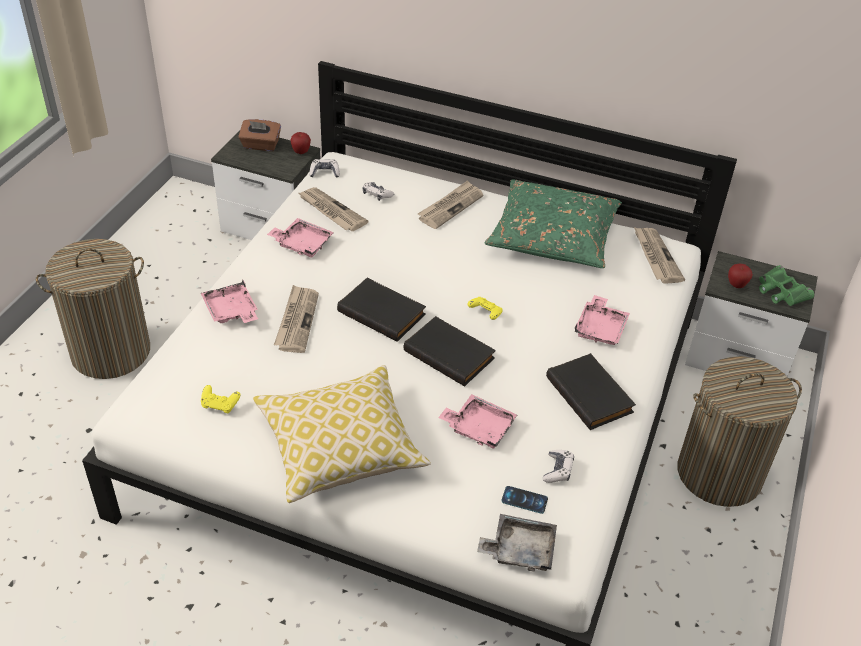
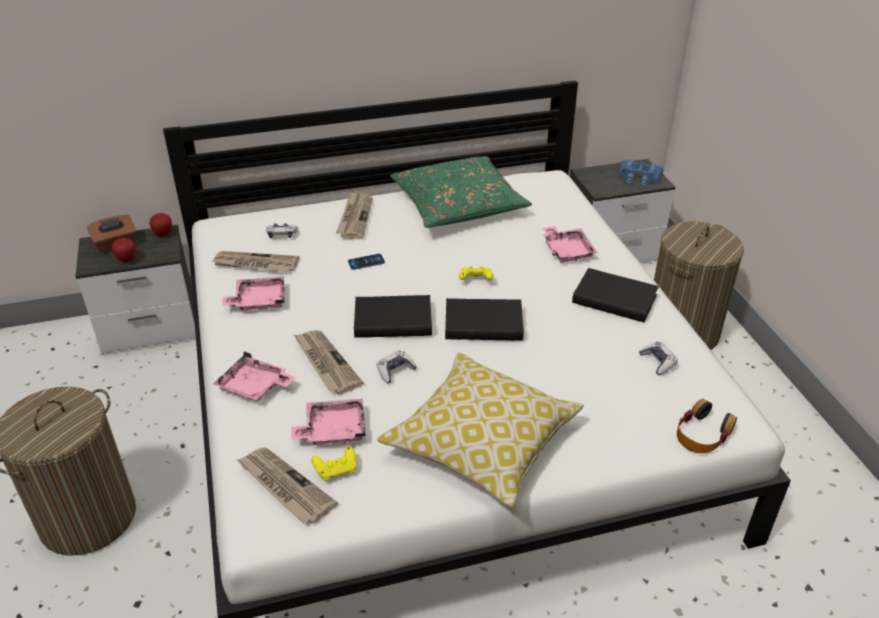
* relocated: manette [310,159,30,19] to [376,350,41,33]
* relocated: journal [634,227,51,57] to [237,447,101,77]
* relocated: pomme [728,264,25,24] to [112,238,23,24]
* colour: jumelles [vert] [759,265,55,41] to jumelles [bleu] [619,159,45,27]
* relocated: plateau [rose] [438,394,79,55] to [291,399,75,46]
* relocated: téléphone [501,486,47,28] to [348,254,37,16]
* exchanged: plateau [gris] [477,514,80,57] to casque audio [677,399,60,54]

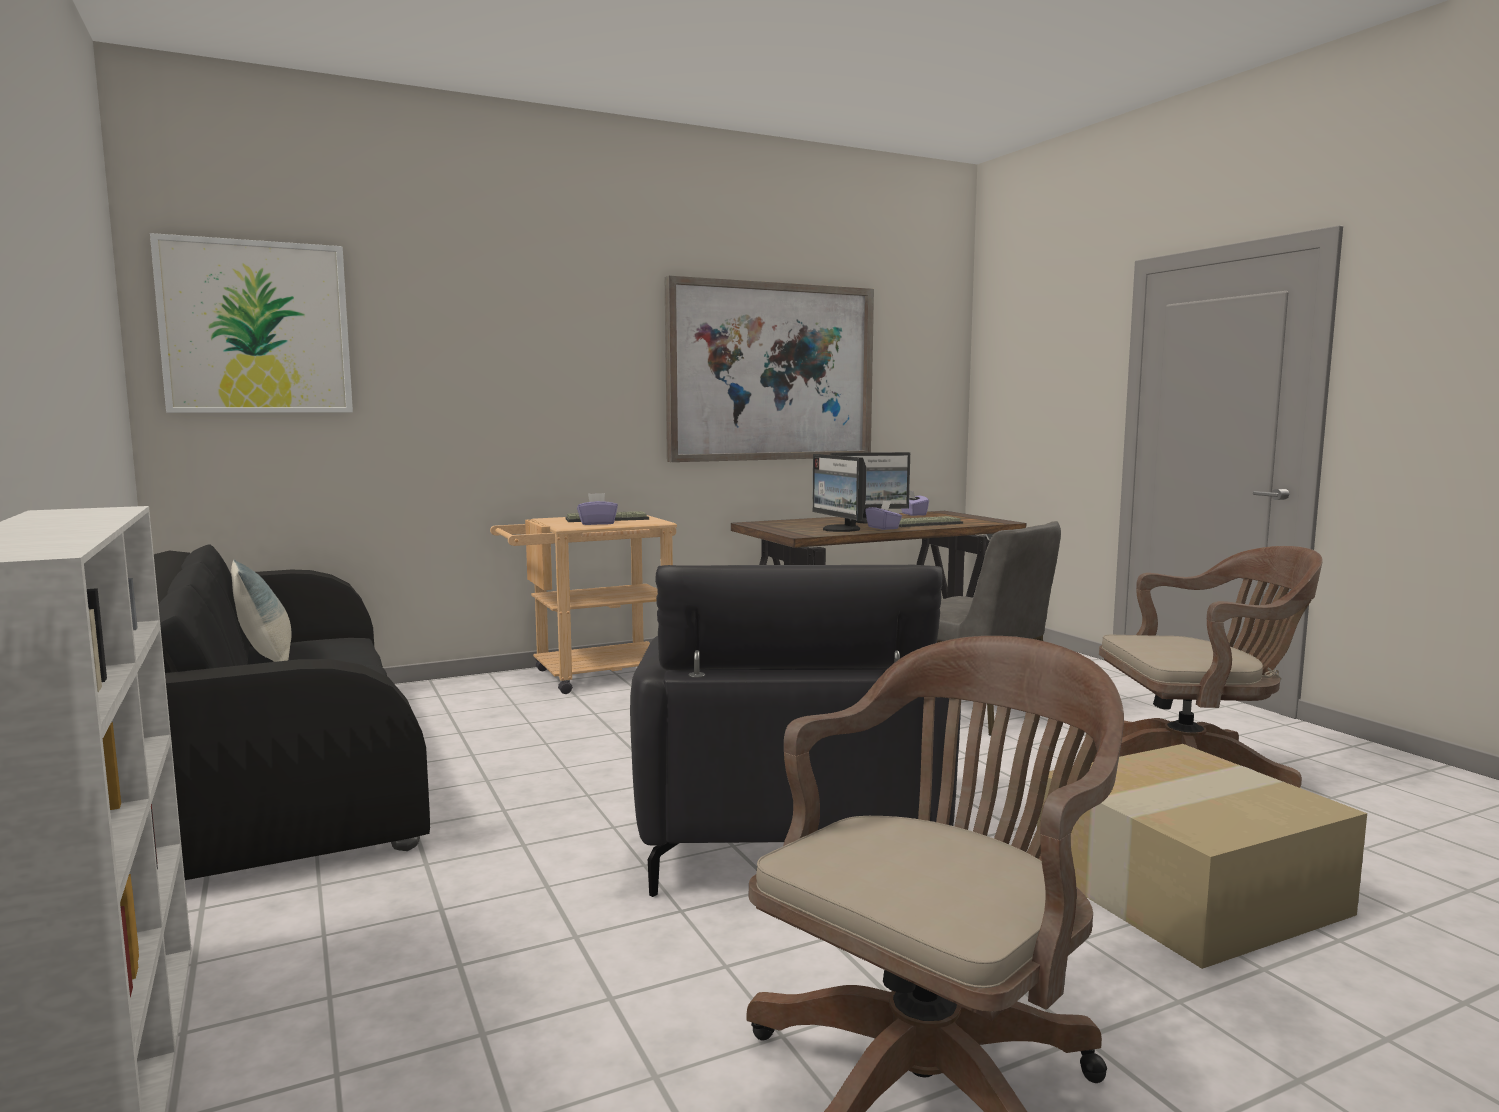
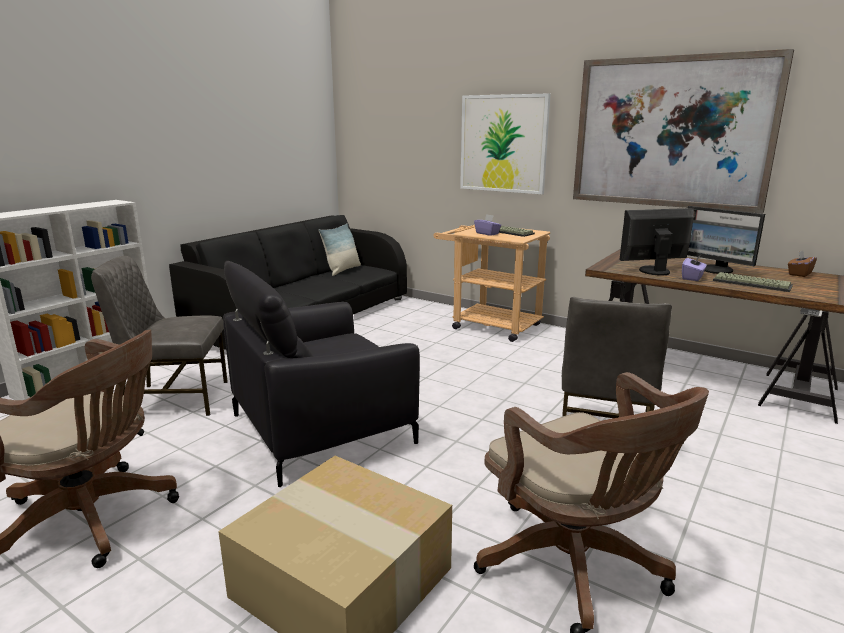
* relocated: tableau [150,233,203,180] to [460,93,91,101]
* spun: écran d'ordinateur [812,454,55,78] = [620,208,74,68] 45 degrees clockwise
* colour: boîte à mouchoirs [violet] [901,490,28,26] to boîte à mouchoirs [marron] [788,250,29,27]
* appeared: chaise [gris] [91,256,137,160]

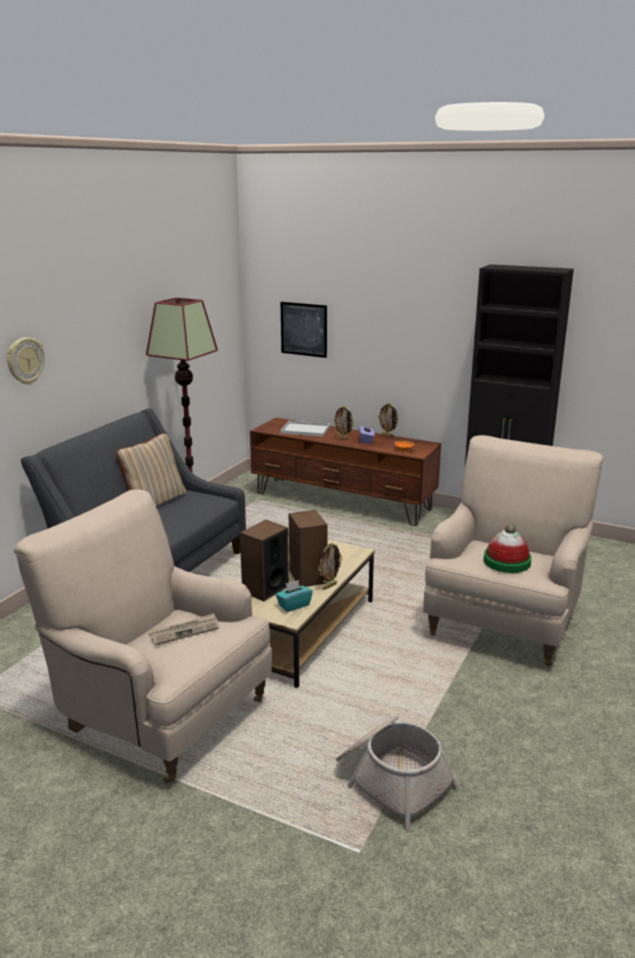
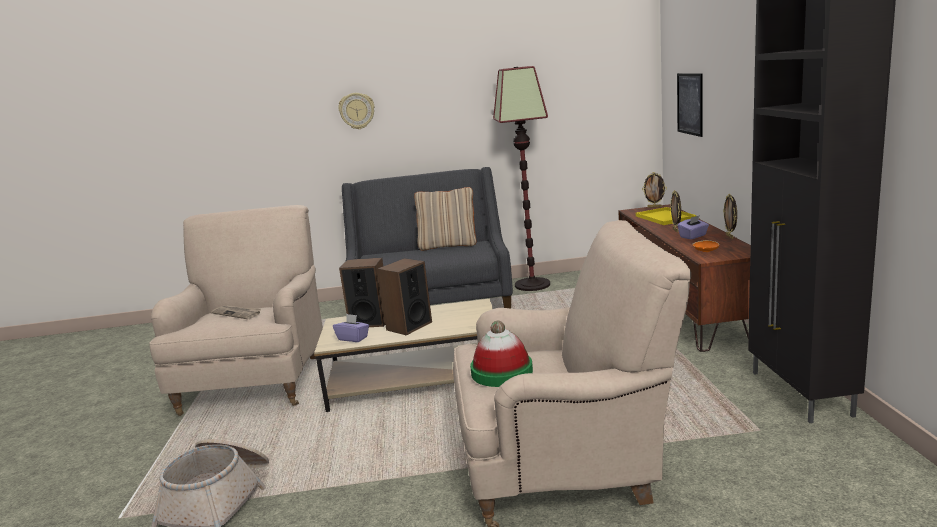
* colour: plateau [blanc] [280,421,50,16] to plateau [jaune] [636,207,60,18]
* relocated: cadre photo [318,543,24,47] to [642,172,24,36]
* colour: boîte à mouchoirs [turquoise] [276,580,37,32] to boîte à mouchoirs [violet] [333,314,36,28]

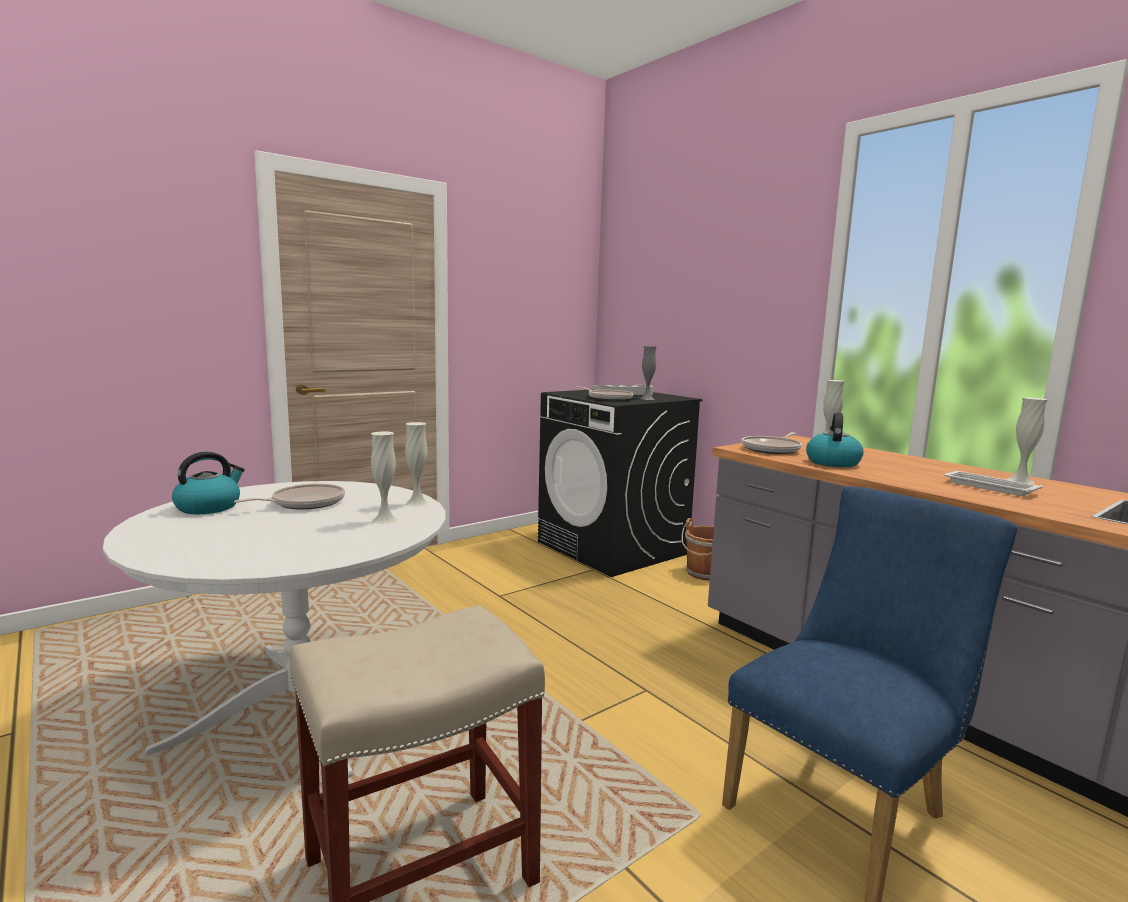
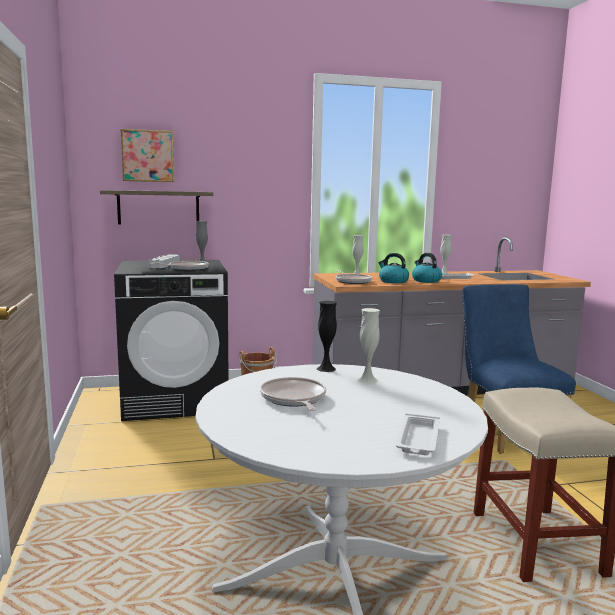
* colour: vase [blanc] [405,422,24,85] to vase [noir] [317,301,20,71]
* relocated: bouilloire [172,452,73,62] to [412,253,30,30]
* appeared: tableau [121,129,53,53]
* appeared: étagère [100,190,113,35]
* appeared: plateau [blanc] [396,413,44,42]

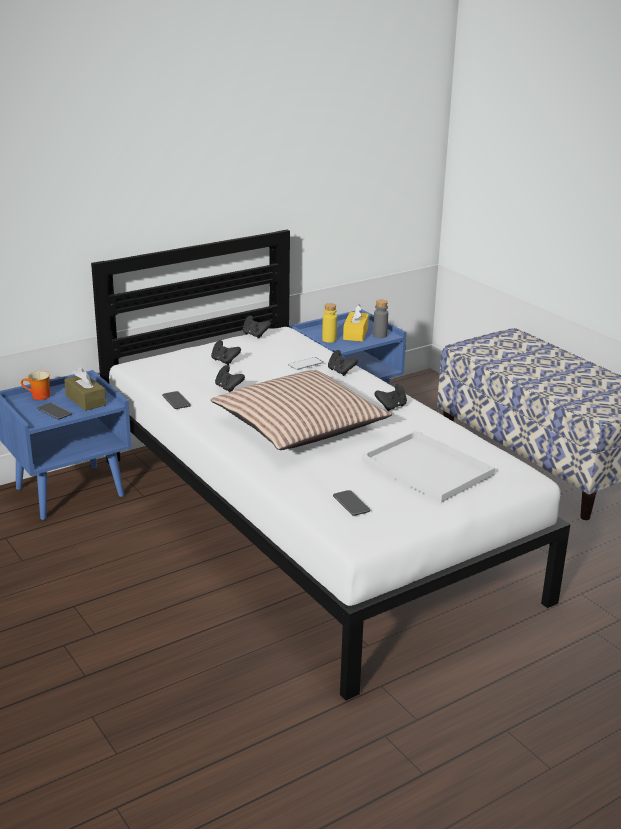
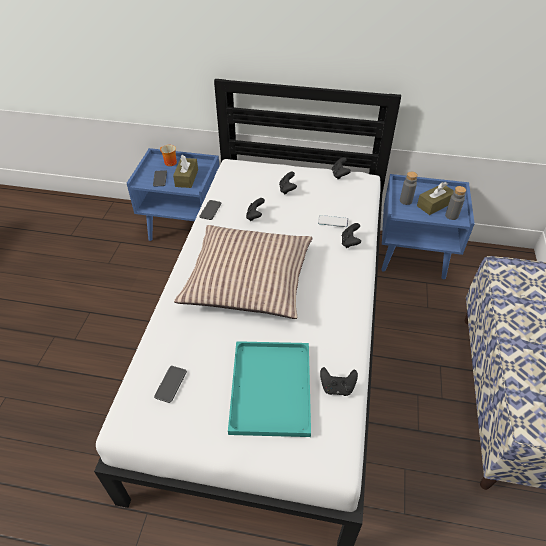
* colour: bouteille [jaune] [322,303,15,40] to bouteille [gris] [400,172,18,33]
* colour: boîte à mouchoirs [jaune] [343,304,26,38] to boîte à mouchoirs [marron] [417,182,37,33]
* relocated: manette [noir] [374,384,33,27] to [320,367,38,29]
* colour: plateau [blanc] [362,431,133,72] to plateau [turquoise] [228,341,83,96]

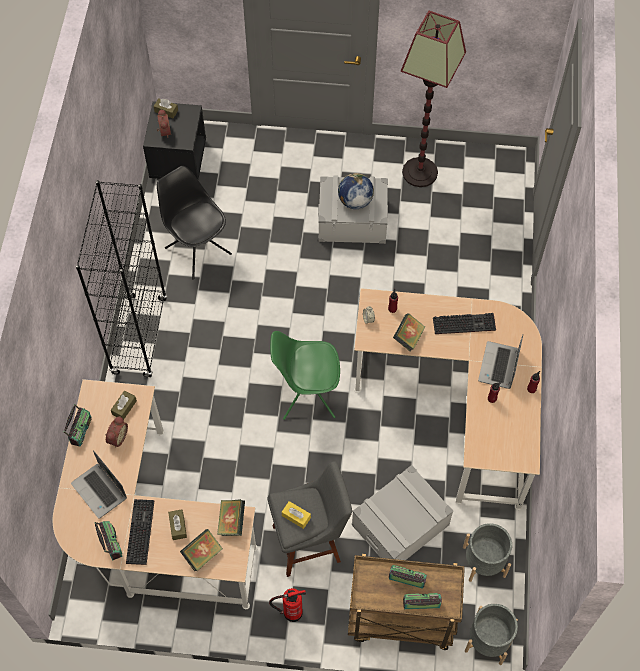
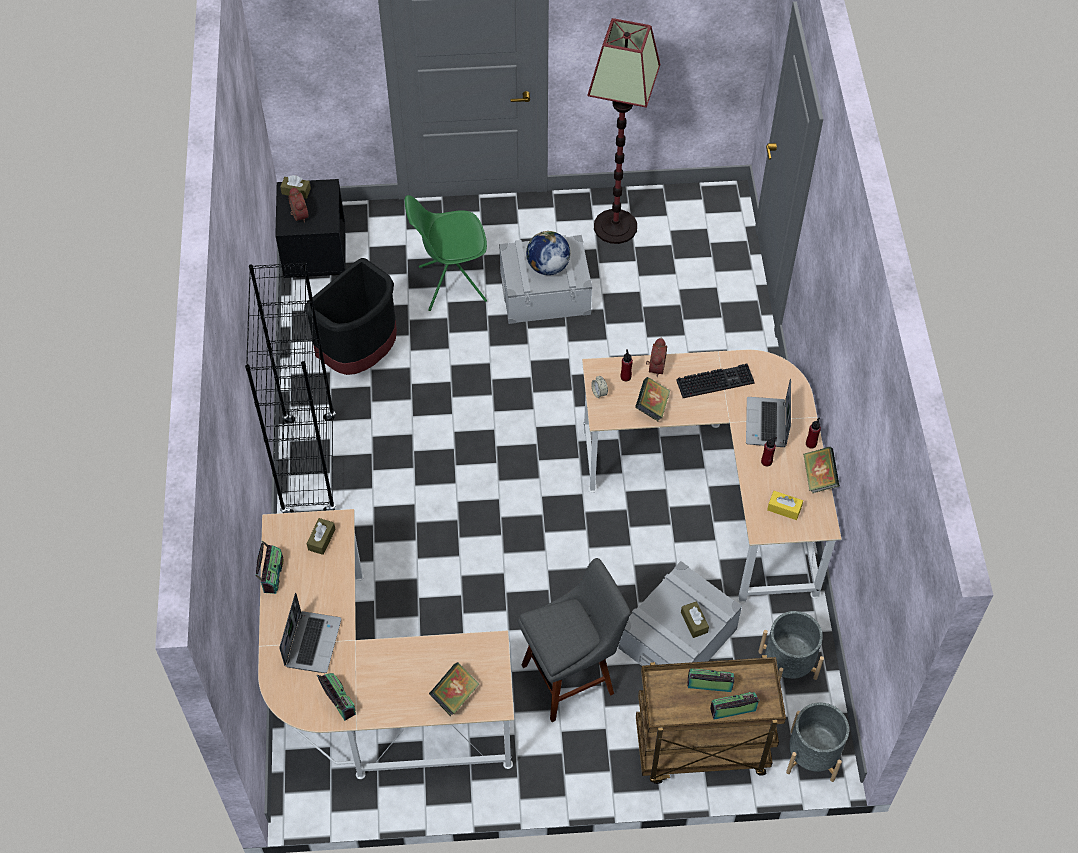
* exchanged: chaise [noir] [157,166,75,114] to poubelle [noir] [304,258,93,117]
* relocated: chaise [vert] [270,331,70,89] to [405,195,82,116]
* relocated: réveil [105,416,23,32] to [646,337,21,40]
* spun: ordinateur portable [71,451,56,67] = [280,593,61,80] 120 degrees counterclockwise
* missing: clavier [126,499,28,66]
* relocated: livre [217,499,28,37] to [803,447,37,46]
* relocated: boîte à mouchoirs [jaune] [282,501,29,28] to [767,491,36,29]
* relocated: boîte à mouchoirs [marron] [168,509,19,31] to [681,601,28,37]
* missing: extincteur [269,588,37,34]

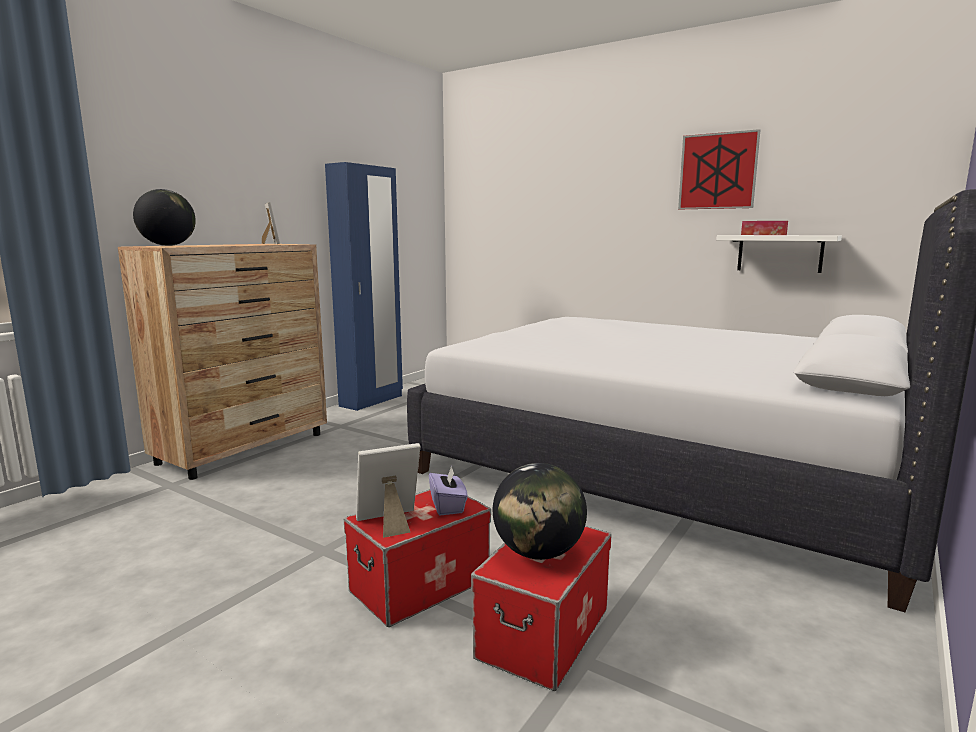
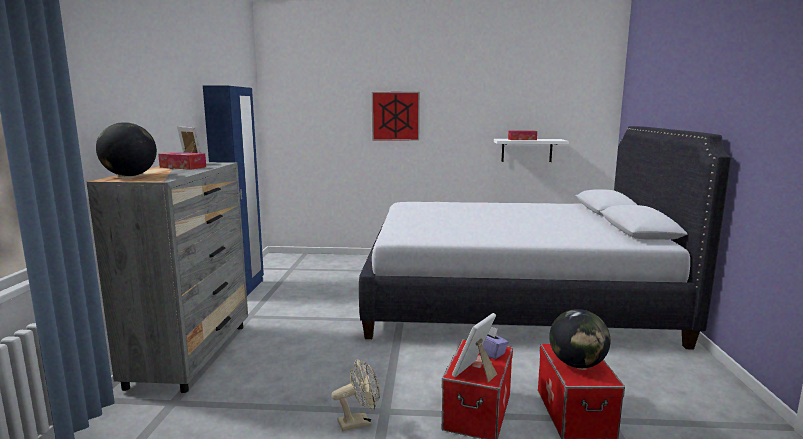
* relocated: tableau [678,129,82,80] to [372,92,48,49]
* colour: commode [marron] [118,244,209,236] to commode [gris] [87,162,161,231]
* appeared: boîte à mouchoirs [158,152,48,18]
* appeared: ventilateur [beige] [331,359,49,72]

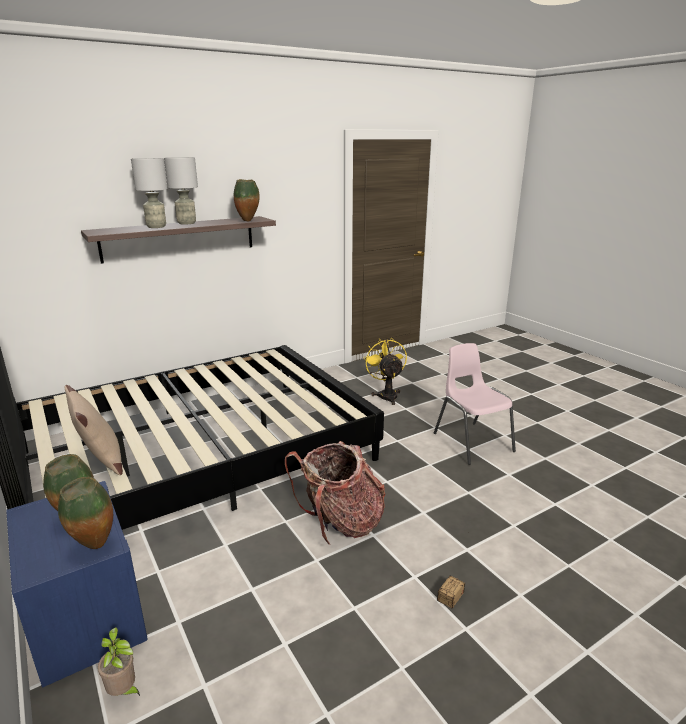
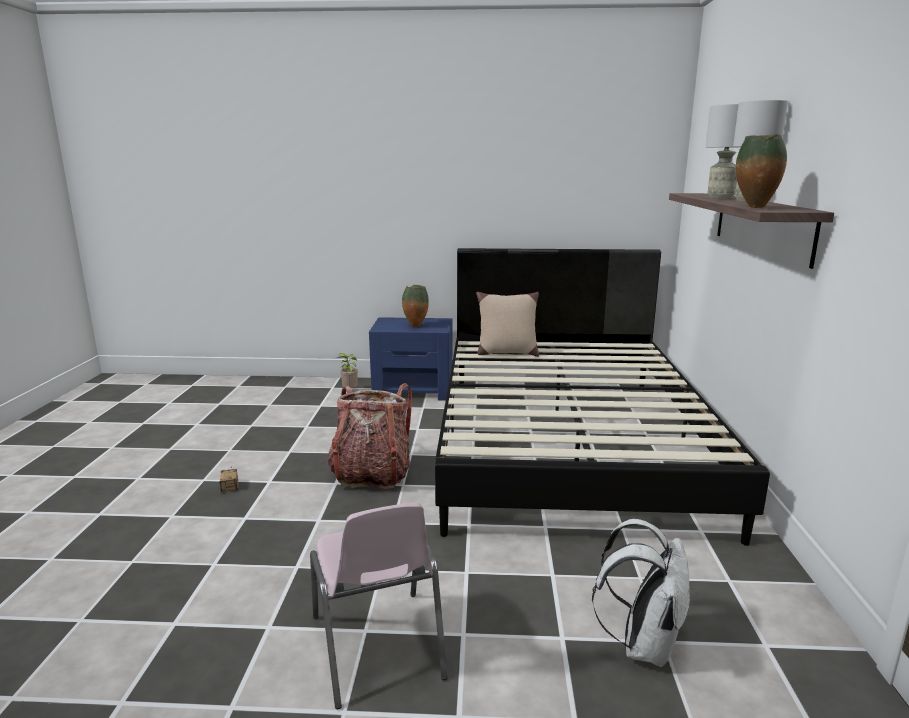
* exchanged: ventilateur [jaune] [363,338,44,67] to sac à dos [blanc] [592,519,99,148]
* spun: chaise [rose] [434,343,82,122] = [310,503,138,206] 60 degrees clockwise
* missing: vase [58,477,55,72]

